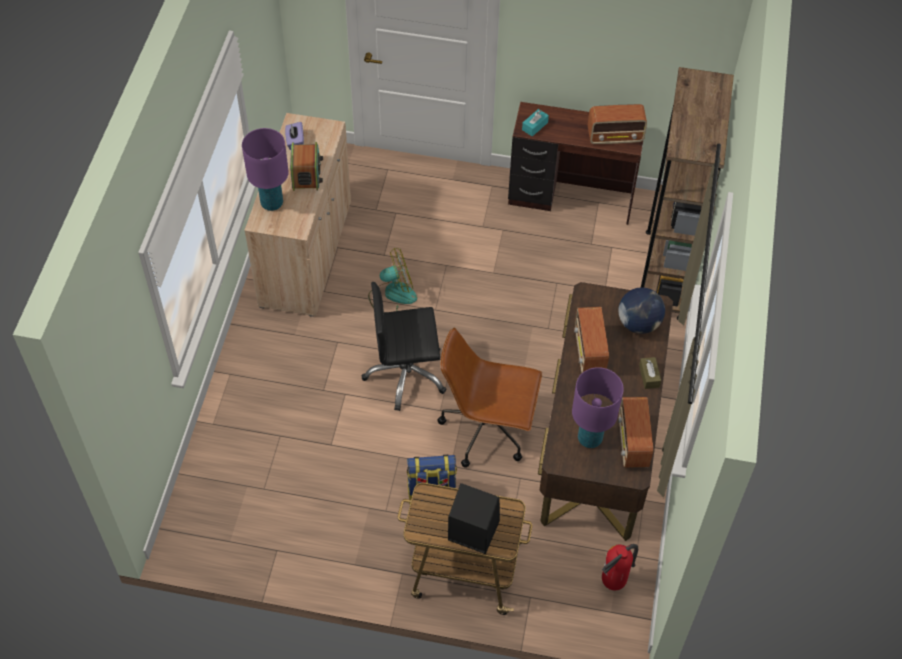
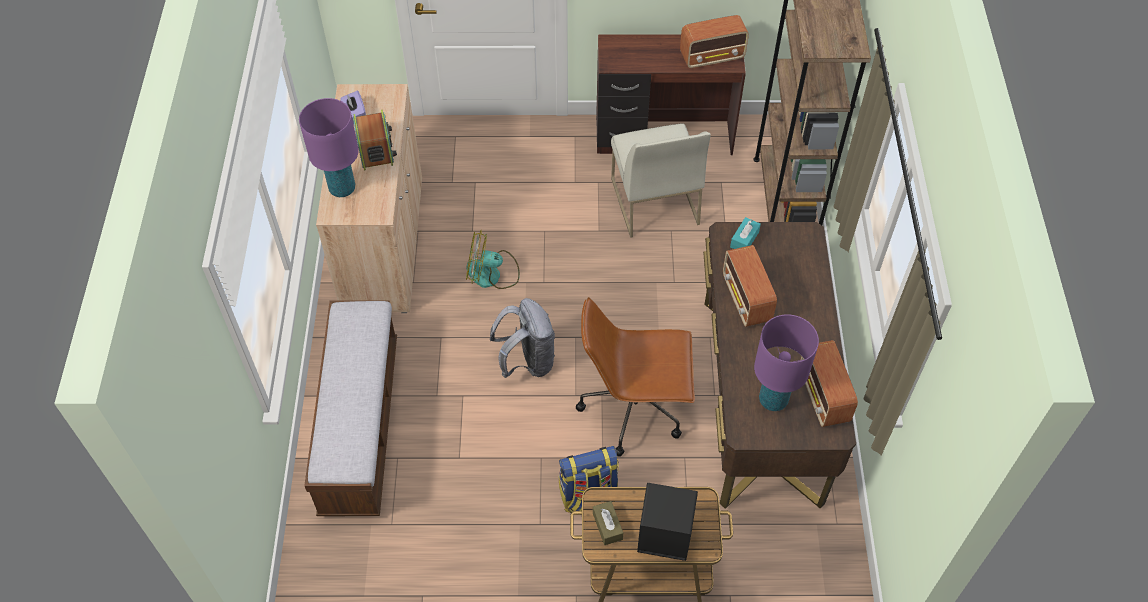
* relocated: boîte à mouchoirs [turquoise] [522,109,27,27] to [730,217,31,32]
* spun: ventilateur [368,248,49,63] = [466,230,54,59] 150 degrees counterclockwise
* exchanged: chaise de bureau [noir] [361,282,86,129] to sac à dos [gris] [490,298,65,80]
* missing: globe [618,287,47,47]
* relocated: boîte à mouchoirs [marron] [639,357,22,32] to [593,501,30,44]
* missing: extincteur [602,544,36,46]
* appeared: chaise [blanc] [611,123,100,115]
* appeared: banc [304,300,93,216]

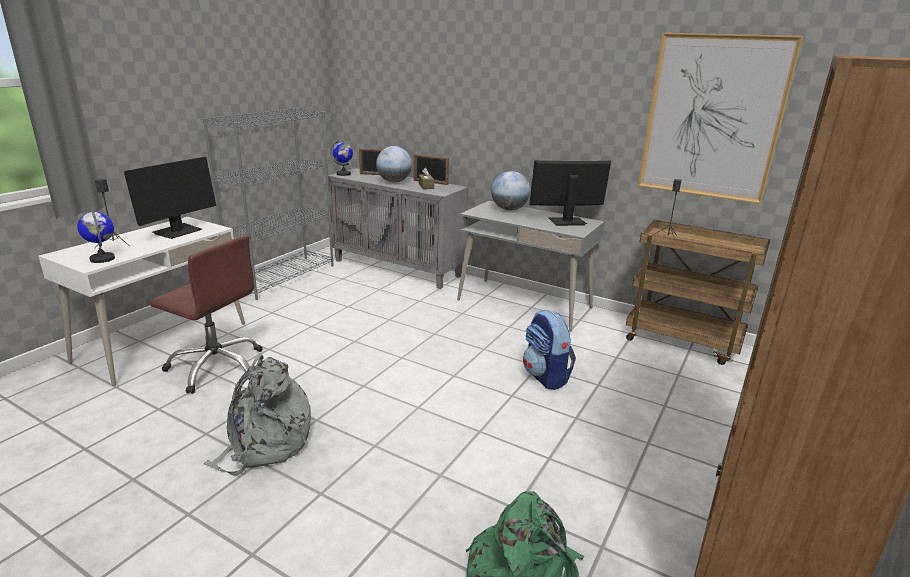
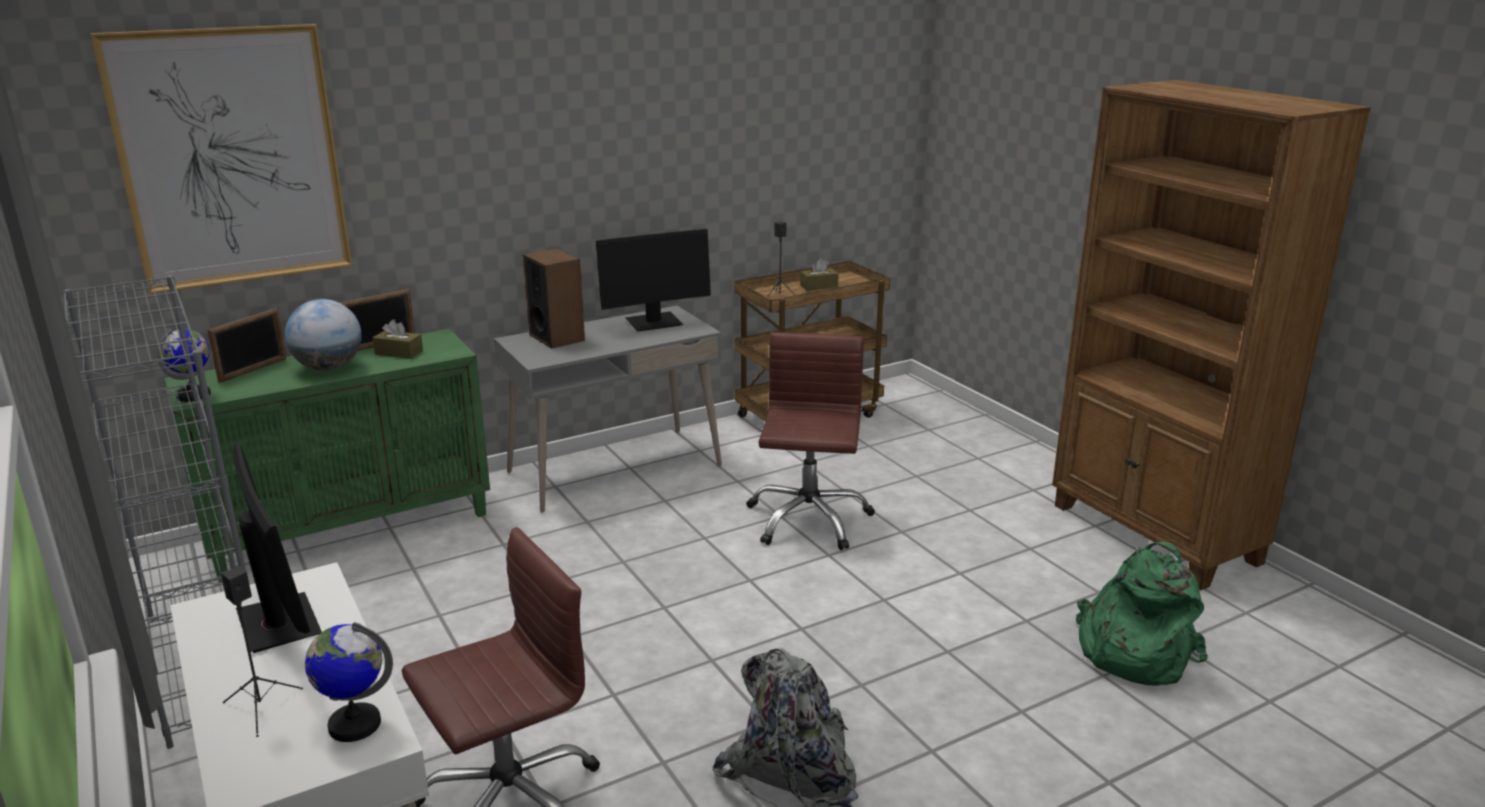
* relocated: tableau [638,33,165,171] to [90,24,262,270]
* spun: écran d'ordinateur [529,160,82,66] = [596,229,115,103] 135 degrees counterclockwise
* colour: meuble de rangement [gris] [328,168,141,121] to meuble de rangement [vert] [165,329,325,254]
* exchanged: globe [491,171,39,39] to enceinte [523,248,62,101]
* exchanged: sac à dos [523,310,53,80] to chaise de bureau [marron] [746,332,129,218]
* appeared: boîte à mouchoirs [marron] [800,259,39,32]

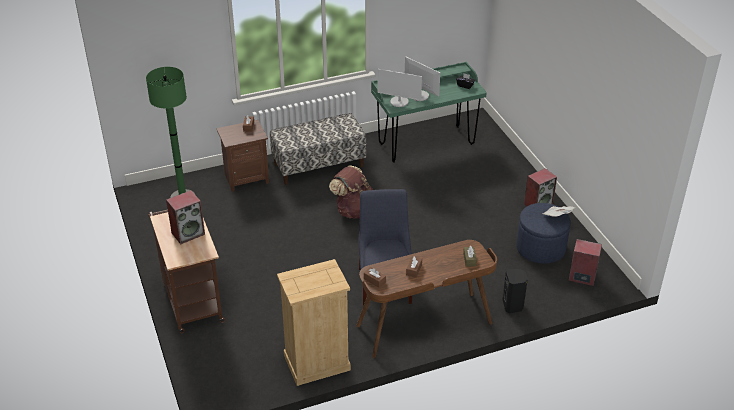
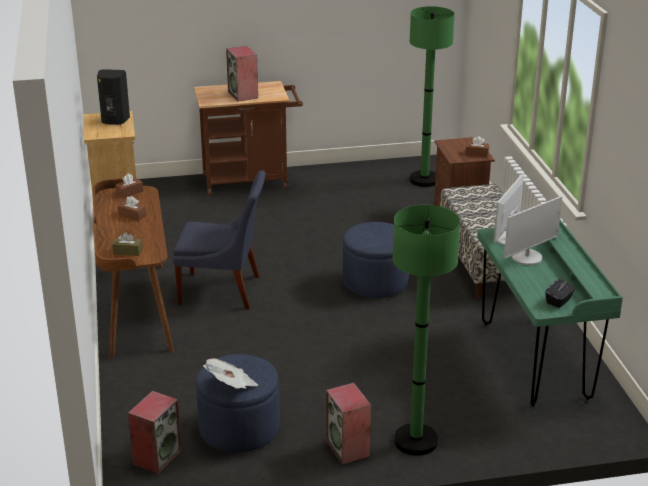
* exchanged: sac à dos [marron] [329,165,44,54] to pouf [bleu] [343,222,66,76]
* relocated: enceinte [noir] [503,269,25,44] to [97,69,33,56]
* appeared: lampadaire [vert] [392,205,68,251]

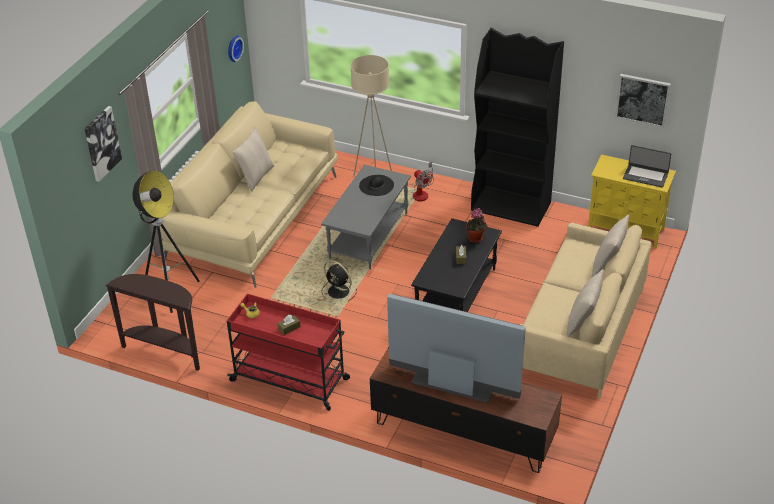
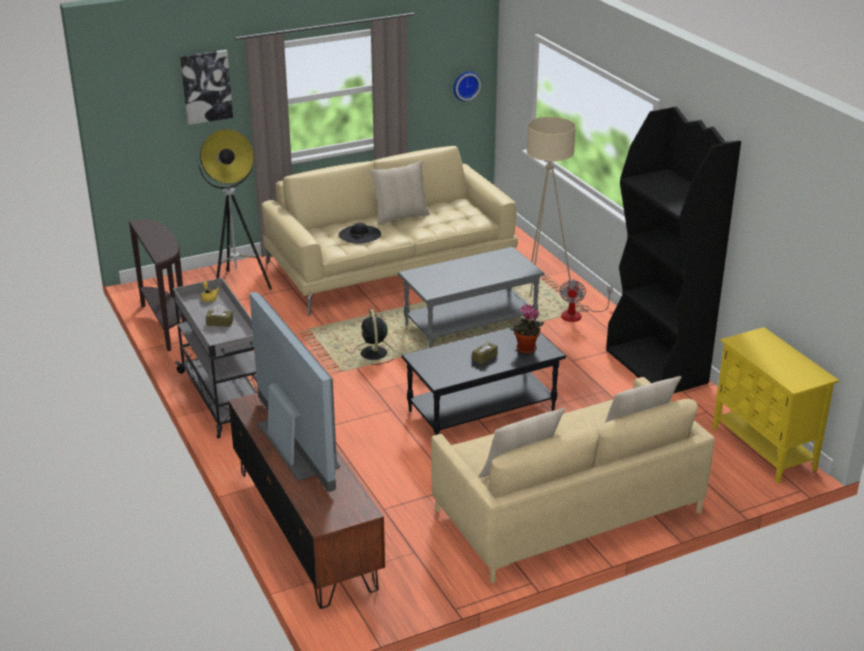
* missing: tableau [615,74,56,54]
* missing: ordinateur portable [623,145,48,43]
* relocated: chapeau [noir] [359,175,35,21] to [339,223,42,21]
* colour: chariot [rouge] [227,294,123,117] to chariot [gris] [173,278,84,160]

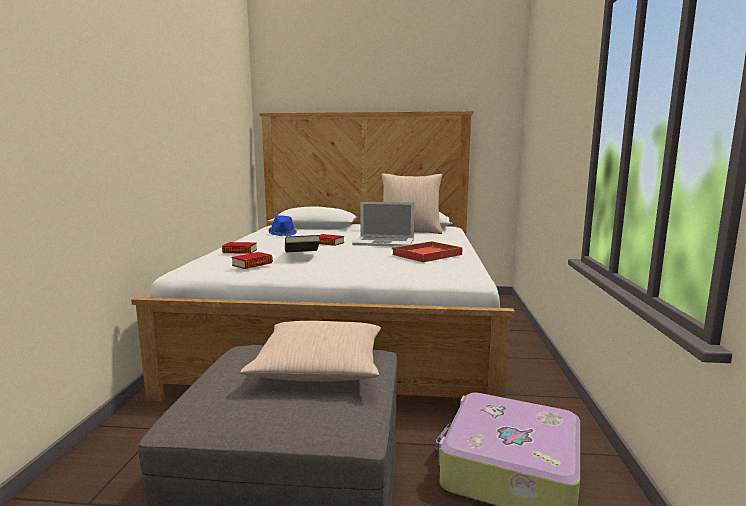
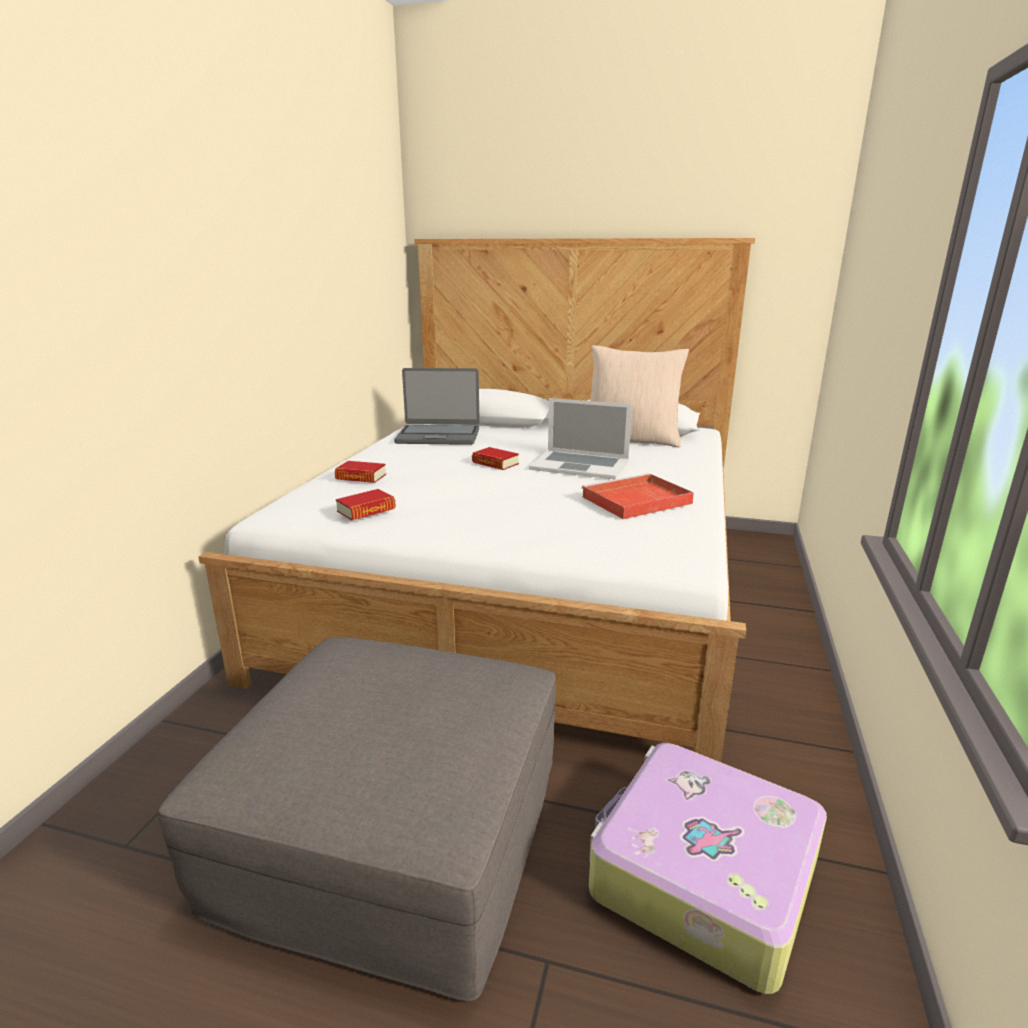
* exchanged: chapeau [bleu] [269,215,28,21] to ordinateur portable [394,368,86,77]
* missing: livre [marron] [285,235,35,17]
* missing: coussin [beige] [240,321,141,61]

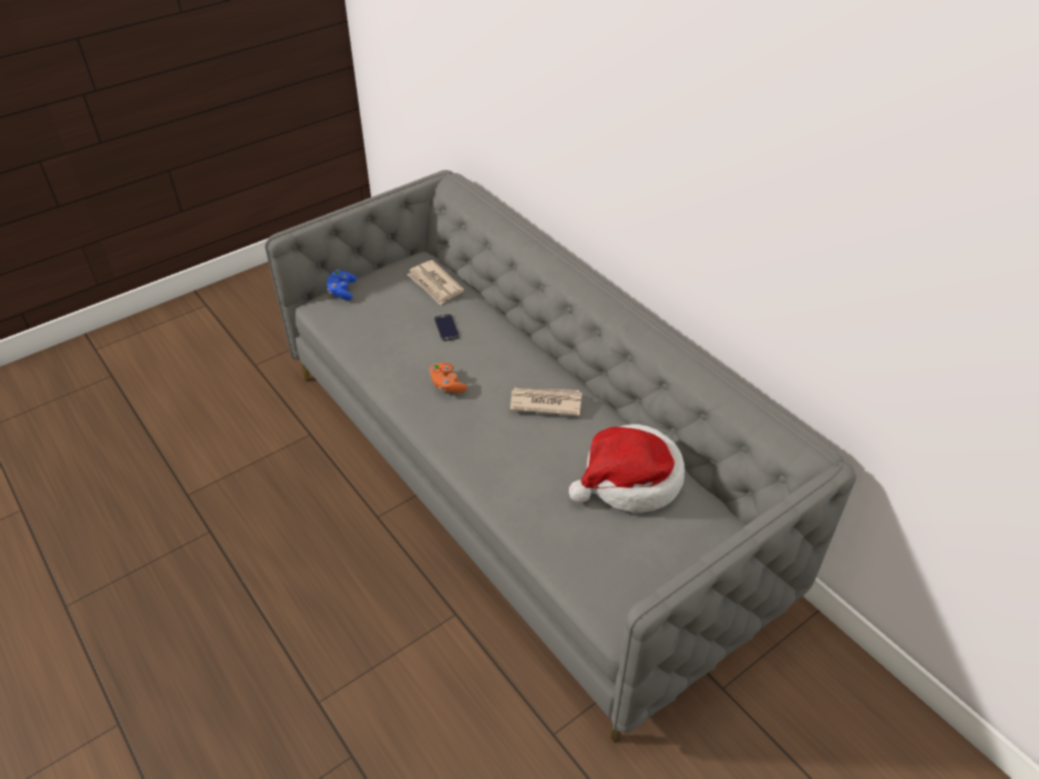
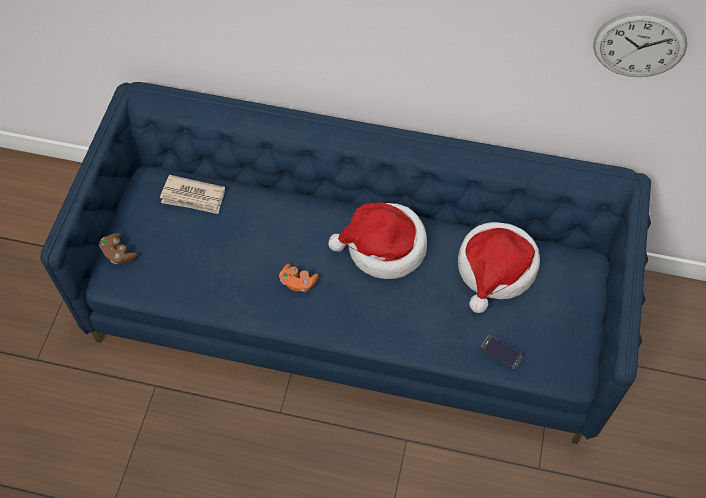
* colour: canapé [gris] [265,170,591,573] to canapé [bleu] [40,82,611,362]
* colour: manette [bleu] [327,270,30,30] to manette [marron] [99,233,39,31]
* relocated: téléphone [434,314,25,27] to [481,336,42,33]
* exchanged: journal [510,388,72,28] to chapeau [328,202,99,77]
* appeared: horloge murale [593,11,95,66]

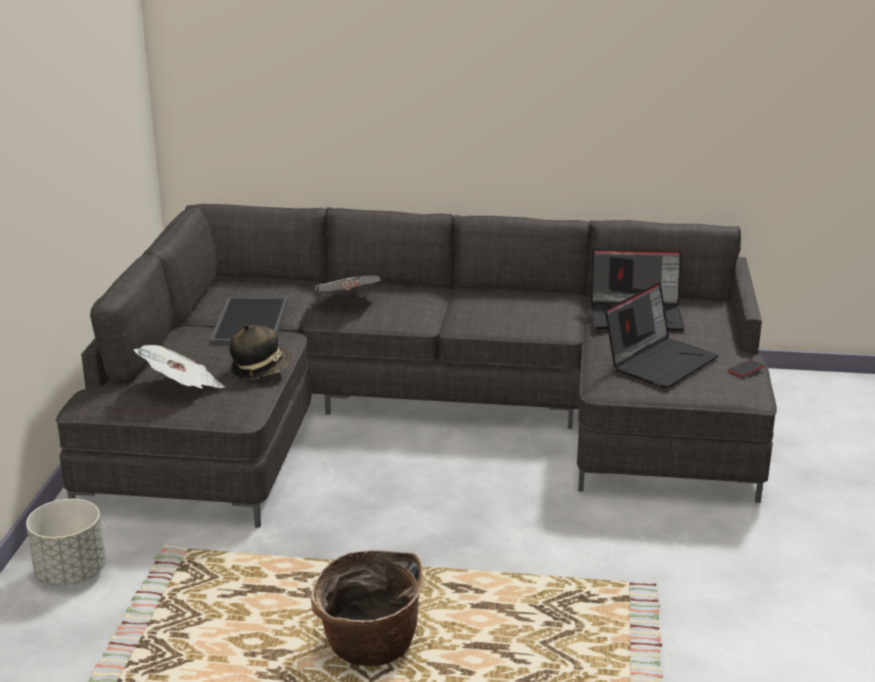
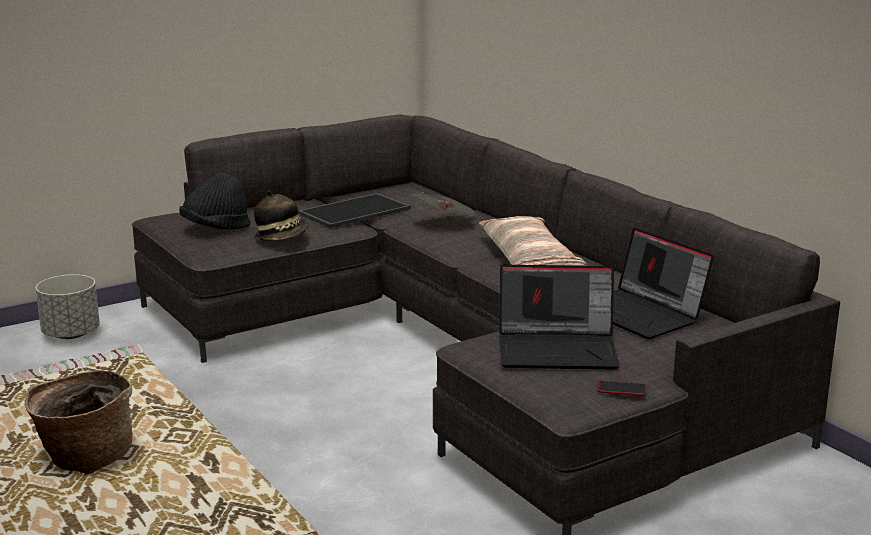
* exchanged: journal [134,345,91,44] to chapeau [noir] [179,172,72,58]
* appeared: coussin [479,216,108,50]

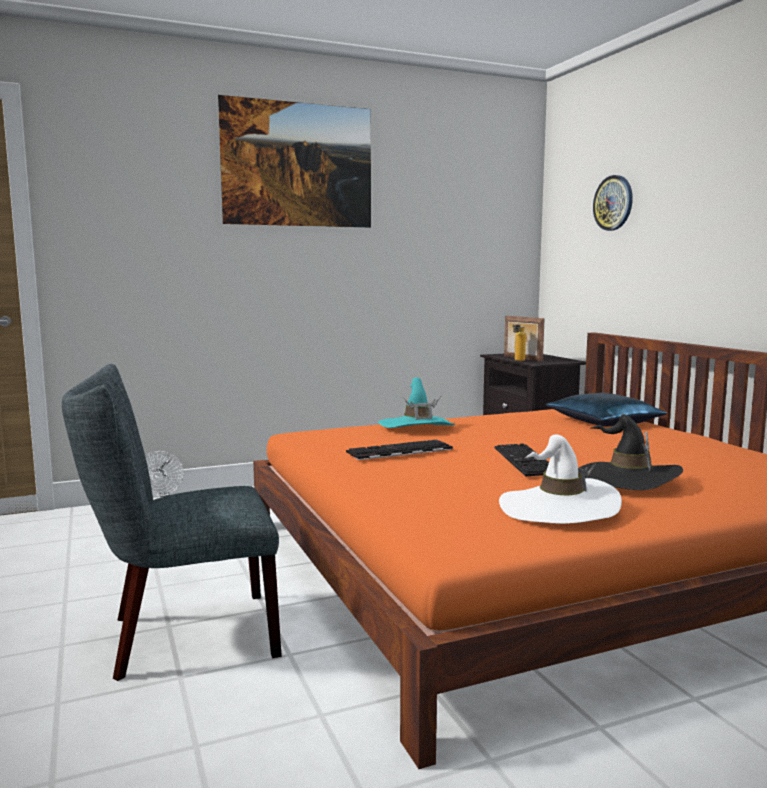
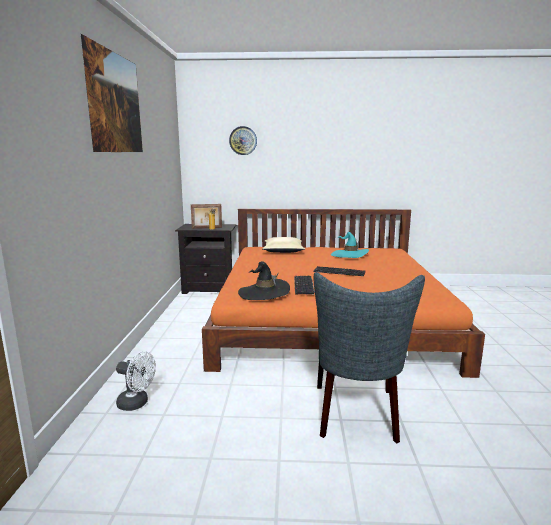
* relocated: chapeau [turquoise] [378,377,77,51] to [331,232,38,26]
* colour: coussin [bleu] [545,393,122,33] to coussin [beige] [262,237,43,16]
* relocated: chapeau [noir] [579,414,104,76] to [238,261,52,39]
* missing: chapeau [blanc] [499,435,123,89]

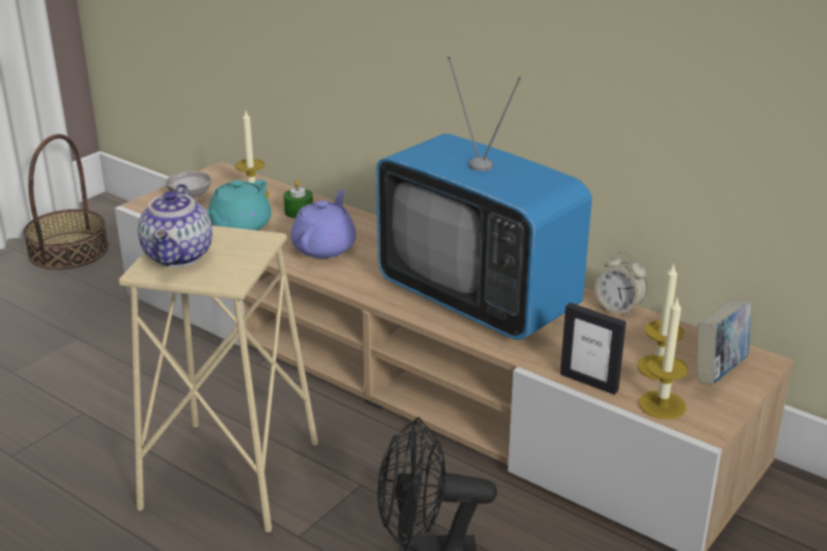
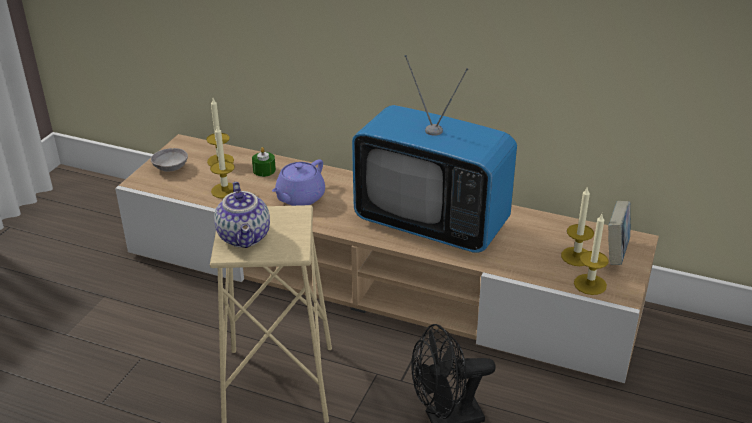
* missing: panier [23,134,86,136]
* exchanged: théière [turquoise] [207,180,64,51] to bougie [210,124,25,74]
* spun: théière [violet] [291,189,65,69] = [272,159,53,47] 150 degrees counterclockwise
* missing: réveil [594,251,53,66]
* missing: cadre photo [560,303,66,92]

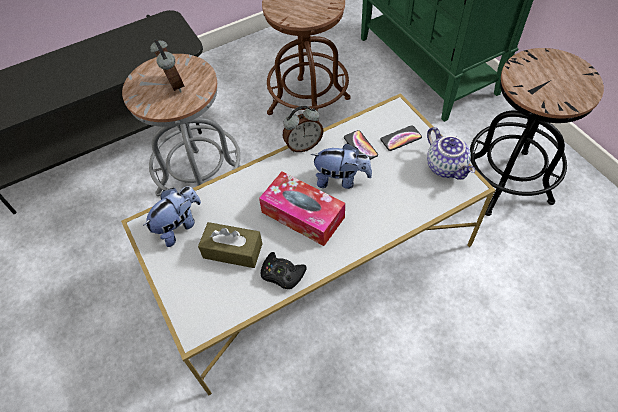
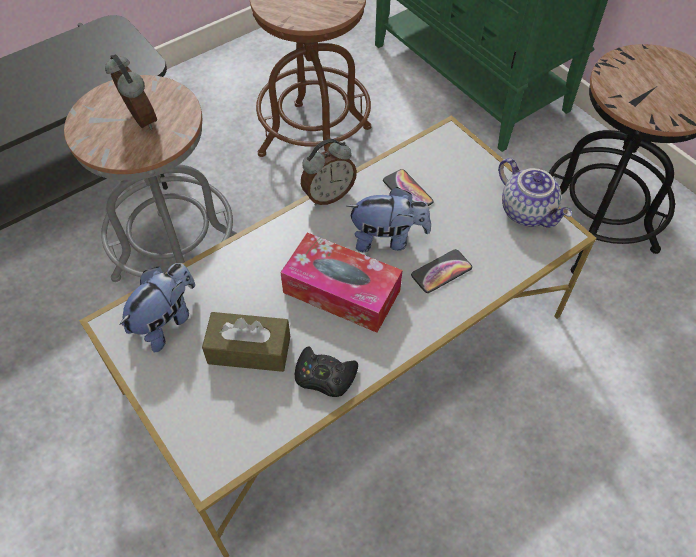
* relocated: téléphone [381,125,41,26] to [411,249,61,44]

